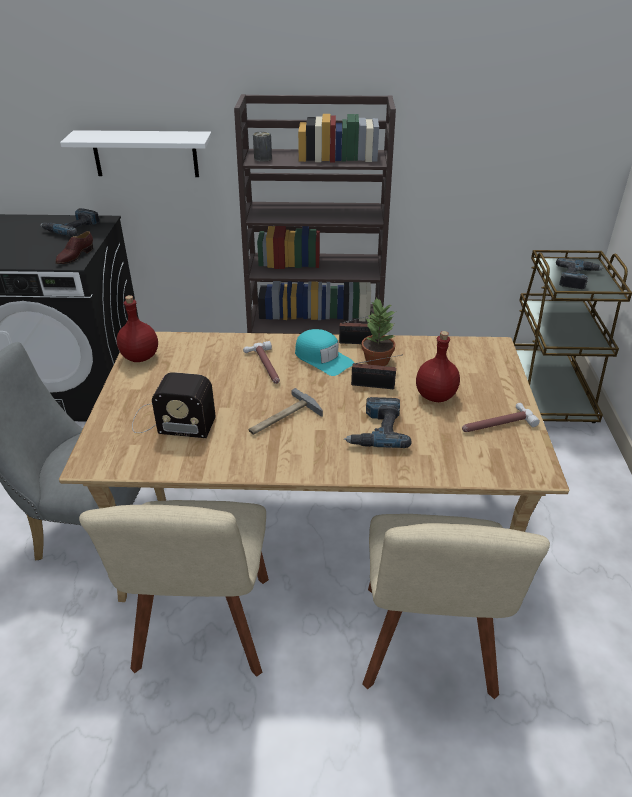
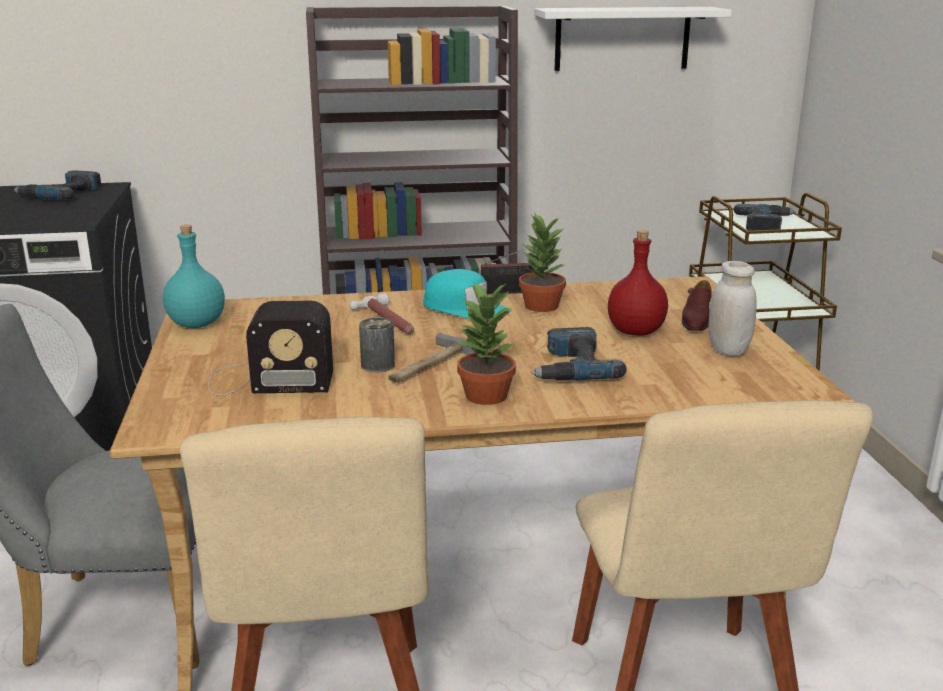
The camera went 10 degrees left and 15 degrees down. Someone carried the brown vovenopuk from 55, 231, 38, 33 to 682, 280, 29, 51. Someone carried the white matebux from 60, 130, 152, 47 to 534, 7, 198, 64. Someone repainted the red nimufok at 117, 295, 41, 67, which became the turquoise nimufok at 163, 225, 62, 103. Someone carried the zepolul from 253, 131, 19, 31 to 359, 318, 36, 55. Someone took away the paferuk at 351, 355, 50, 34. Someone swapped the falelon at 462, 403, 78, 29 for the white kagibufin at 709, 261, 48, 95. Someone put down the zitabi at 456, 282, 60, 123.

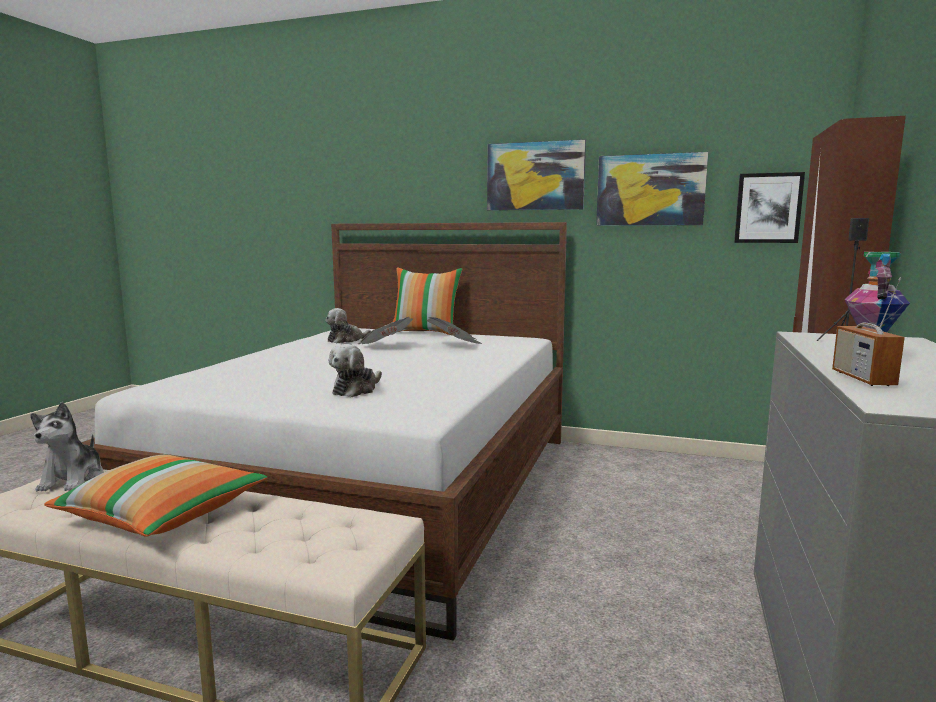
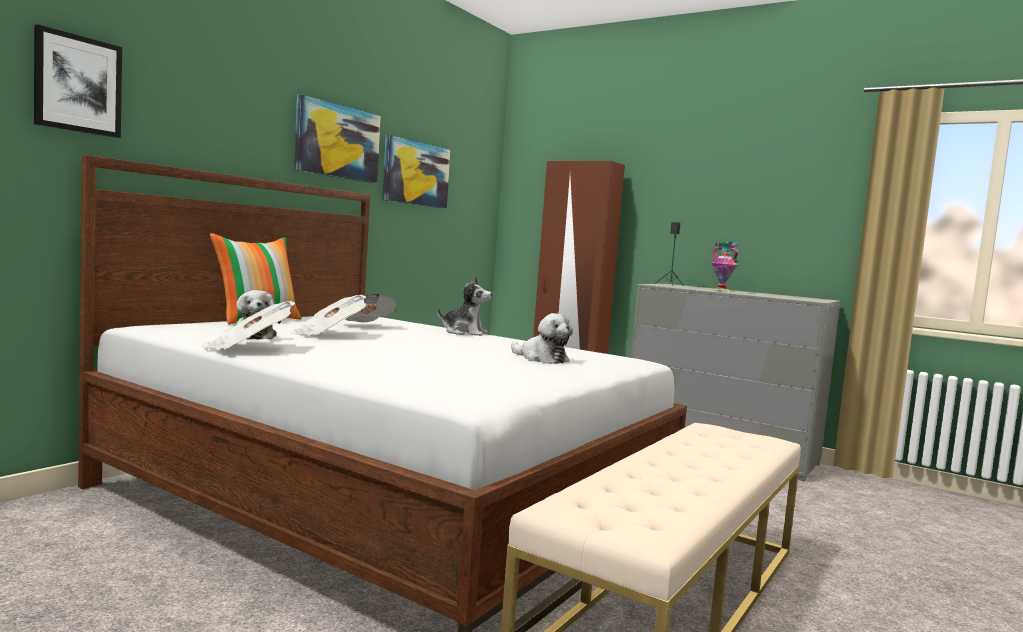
The camera went 75 degrees left and 5 degrees down. Someone carried the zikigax from 31, 402, 73, 89 to 437, 276, 55, 60. Someone took away the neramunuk at 44, 455, 223, 82. Someone carried the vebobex from 734, 172, 71, 71 to 34, 24, 88, 114. Someone took away the paferuk at 832, 278, 73, 108. Someone put down the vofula at 201, 301, 94, 48.

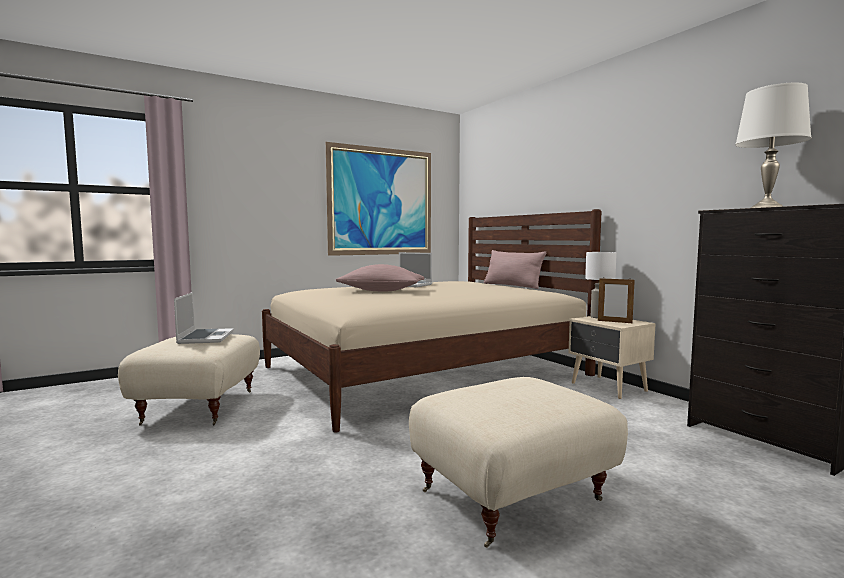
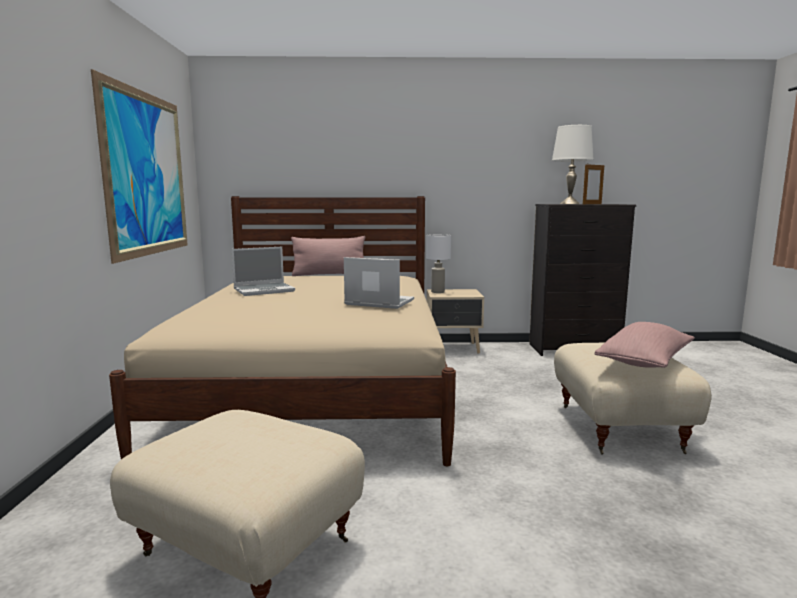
The camera went 60 degrees left and 5 degrees up. Someone carried the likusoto from 174, 292, 60, 52 to 344, 257, 70, 52. Someone carried the pink neramunuk from 336, 264, 88, 27 to 595, 322, 100, 46. Someone carried the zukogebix from 598, 278, 37, 45 to 583, 163, 21, 41.

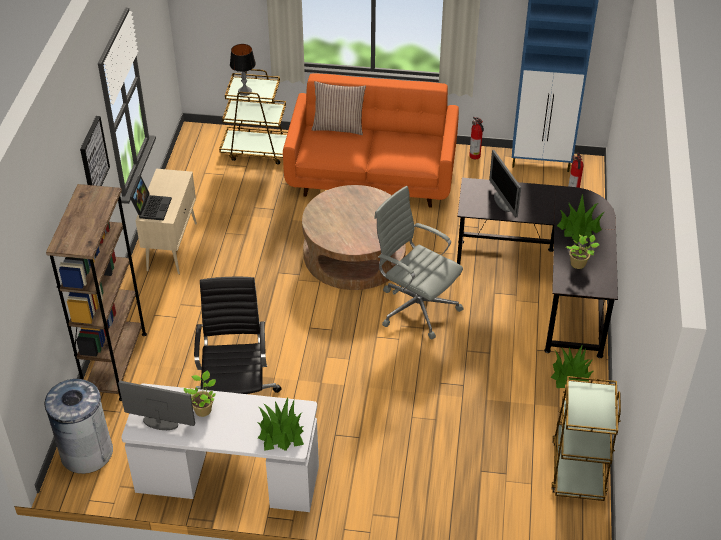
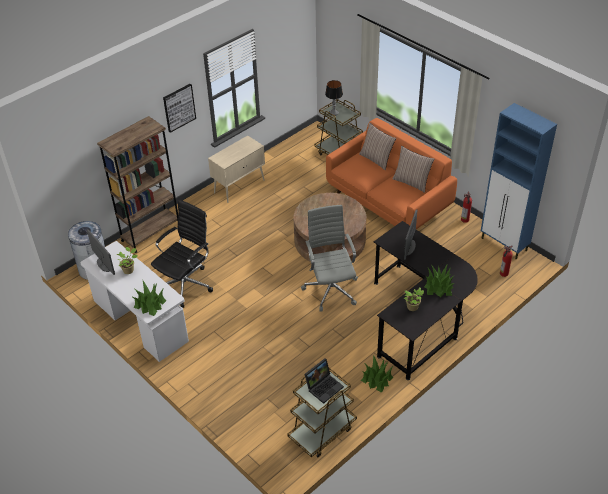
The camera went 40 degrees right and 0 degrees up. Someone carried the likusoto from 130, 176, 42, 45 to 305, 358, 39, 46. Someone put down the neramunuk at 392, 146, 43, 47.

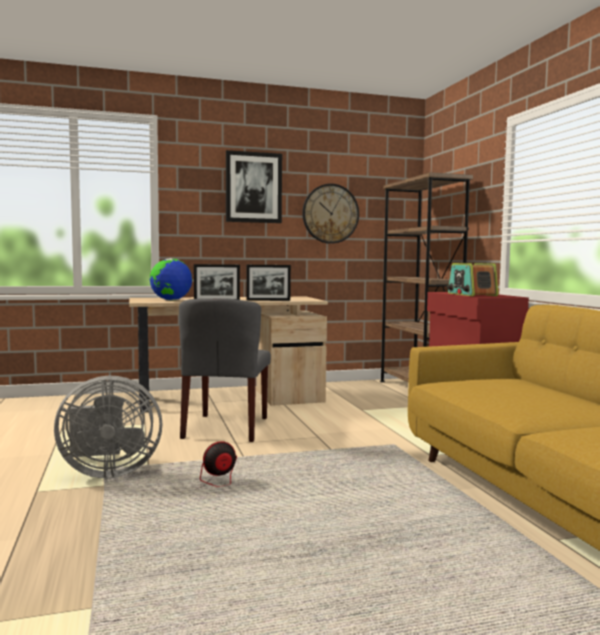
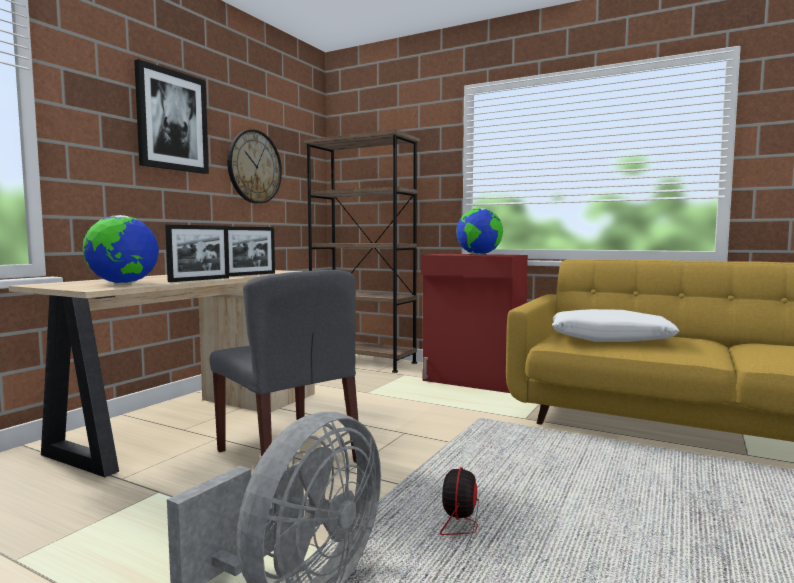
The camera went 45 degrees left and 0 degrees up. Someone swapped the paferuk at 447, 263, 51, 33 for the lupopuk at 456, 208, 47, 47. Someone put down the white neramunuk at 552, 309, 127, 33.

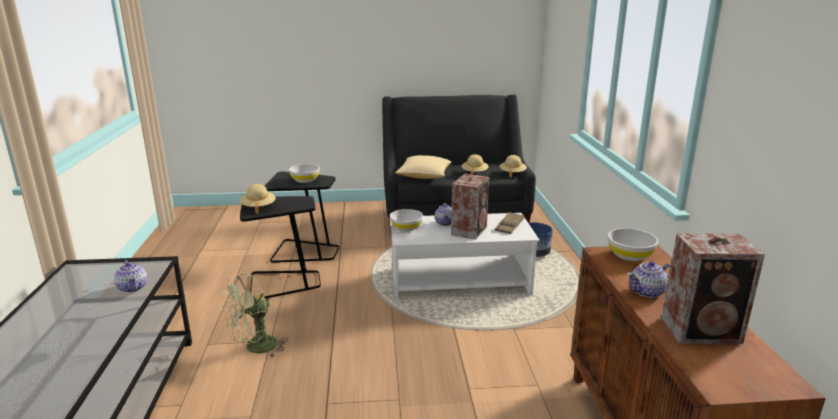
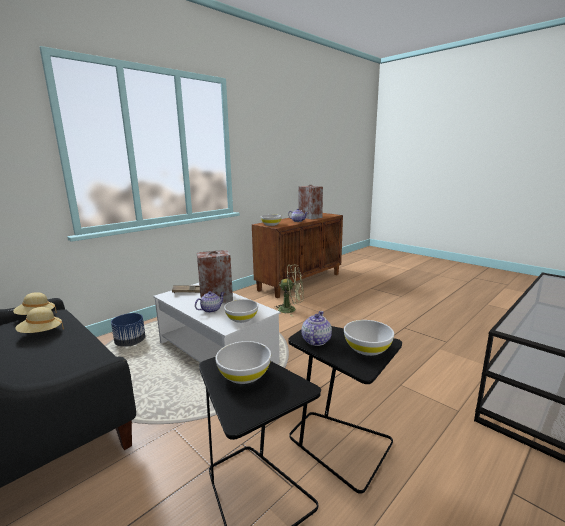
The camera went 130 degrees left and 5 degrees down. Someone carried the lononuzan from 114, 260, 33, 33 to 301, 311, 31, 35. Someone carried the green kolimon from 221, 273, 67, 85 to 273, 264, 30, 53. Someone swapped the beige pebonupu at 240, 184, 36, 30 for the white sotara at 344, 320, 50, 36. Someone took away the neramunuk at 395, 155, 56, 24.

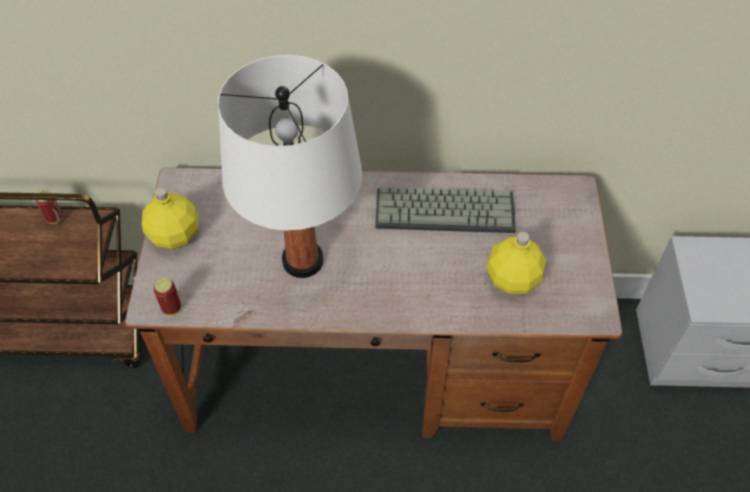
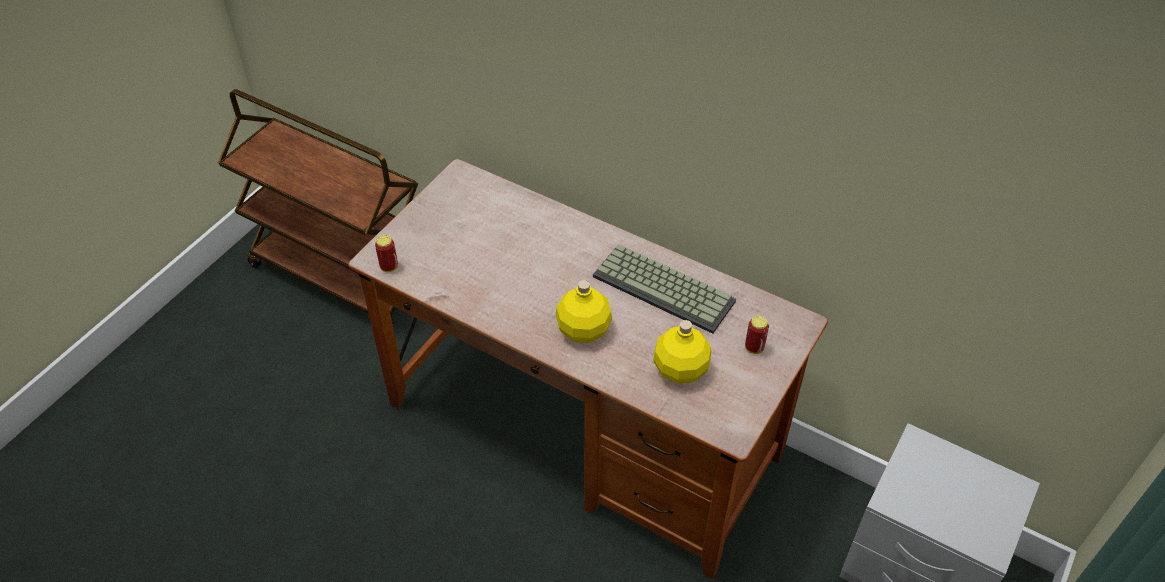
The camera went 30 degrees right and 5 degrees down. Someone carried the zepolul from 36, 190, 27, 34 to 745, 316, 24, 38. Someone carried the yellow nimufok from 142, 187, 56, 62 to 556, 280, 56, 63. Someone took away the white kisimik at 218, 55, 144, 223.

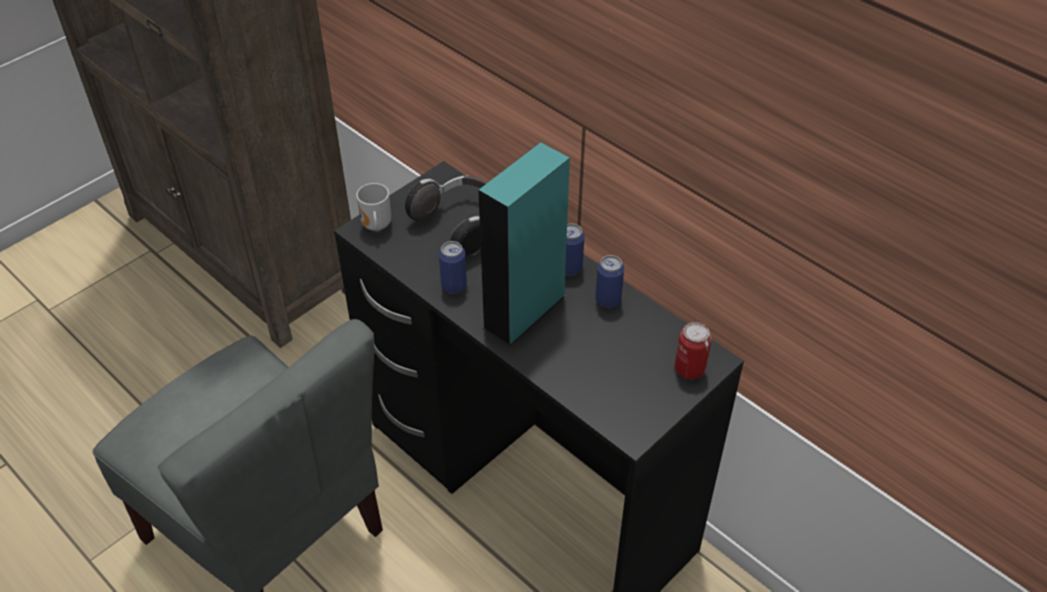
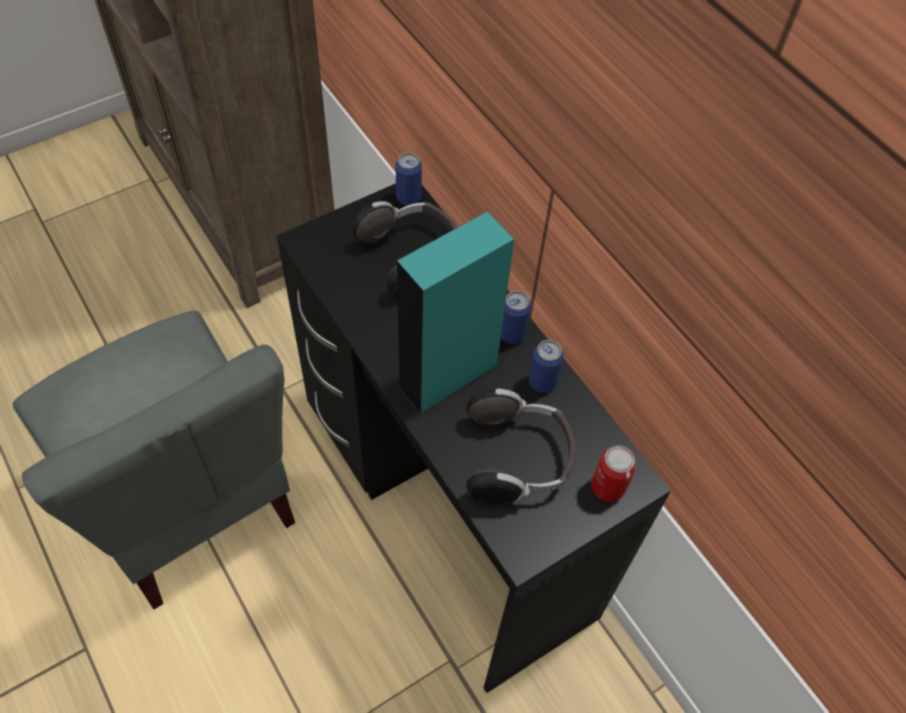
The camera went 10 degrees right and 10 degrees up. Someone took away the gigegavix at 356, 183, 35, 48. Someone carried the zepolul from 439, 241, 28, 53 to 395, 152, 27, 53. Someone put down the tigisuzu at 466, 388, 109, 117.

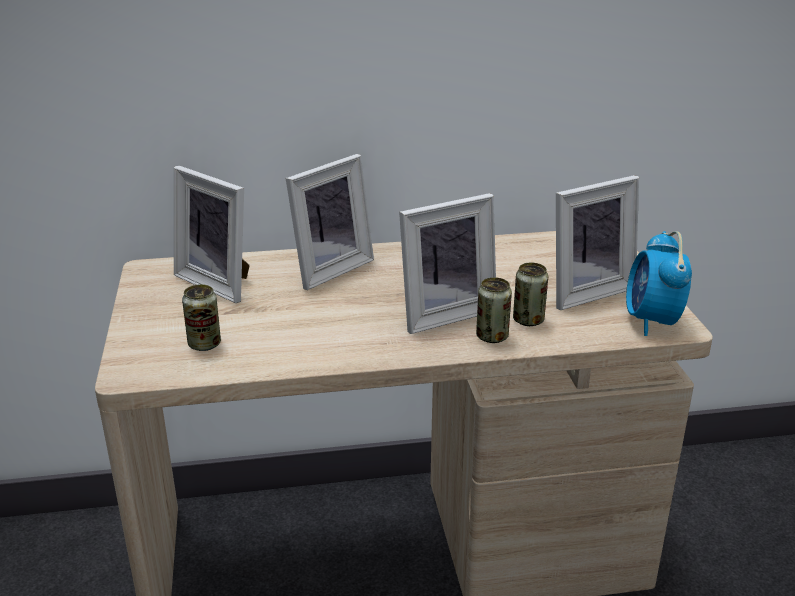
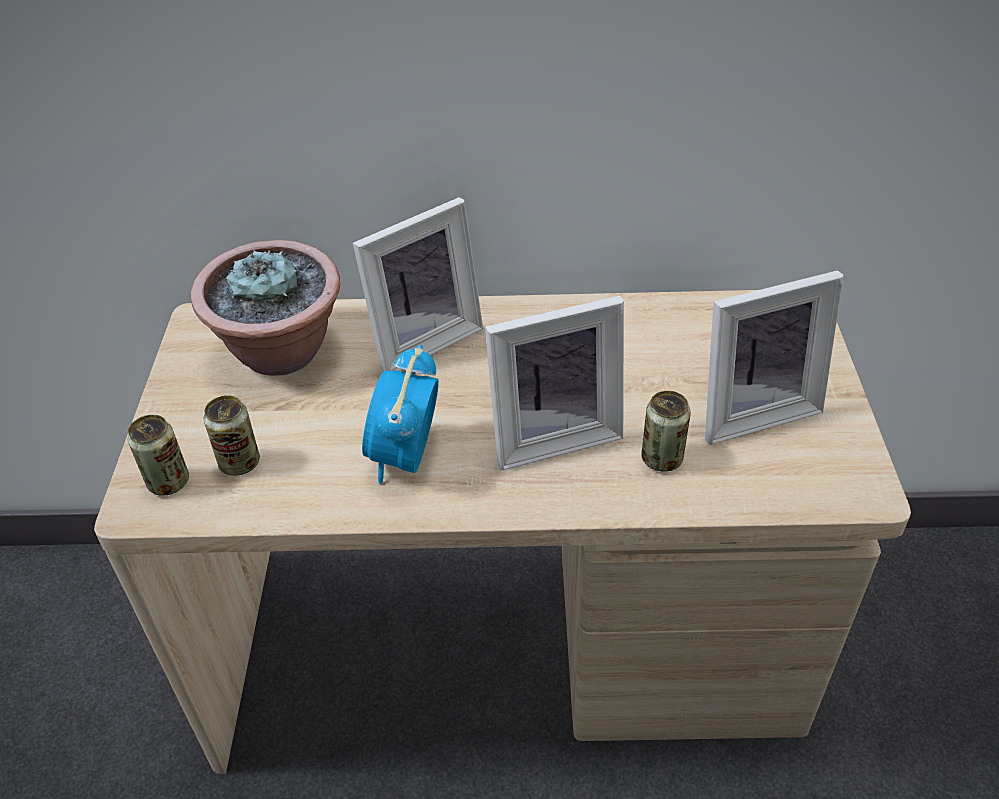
The camera went 10 degrees right and 15 degrees up. Someone swapped the zukogebix at 174, 166, 76, 137 for the zitabi at 191, 240, 149, 136. Someone carried the zepolul from 476, 277, 36, 66 to 128, 415, 61, 81. Someone carried the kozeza from 626, 231, 66, 105 to 362, 345, 77, 139.

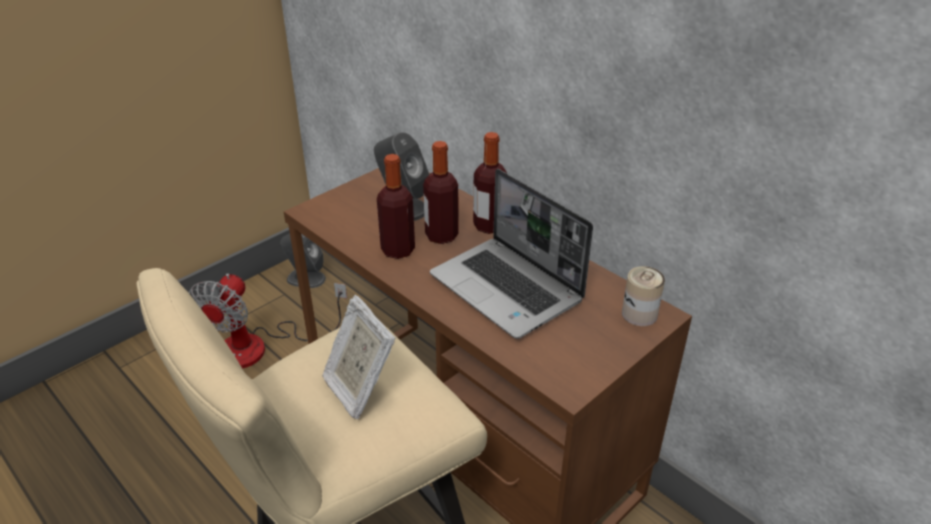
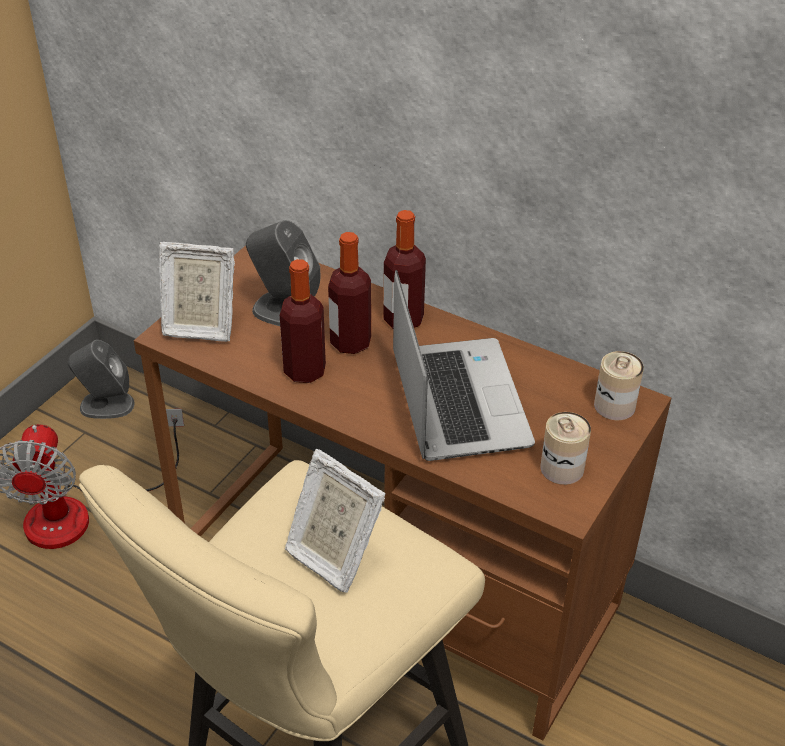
The camera went 15 degrees left and 5 degrees up. Someone rotated the likusoto at 430, 169, 163, 170 by 135 degrees counterclockwise. Someone put down the zukogebix at 159, 242, 76, 100. Someone put down the zepolul at 541, 412, 50, 73.

